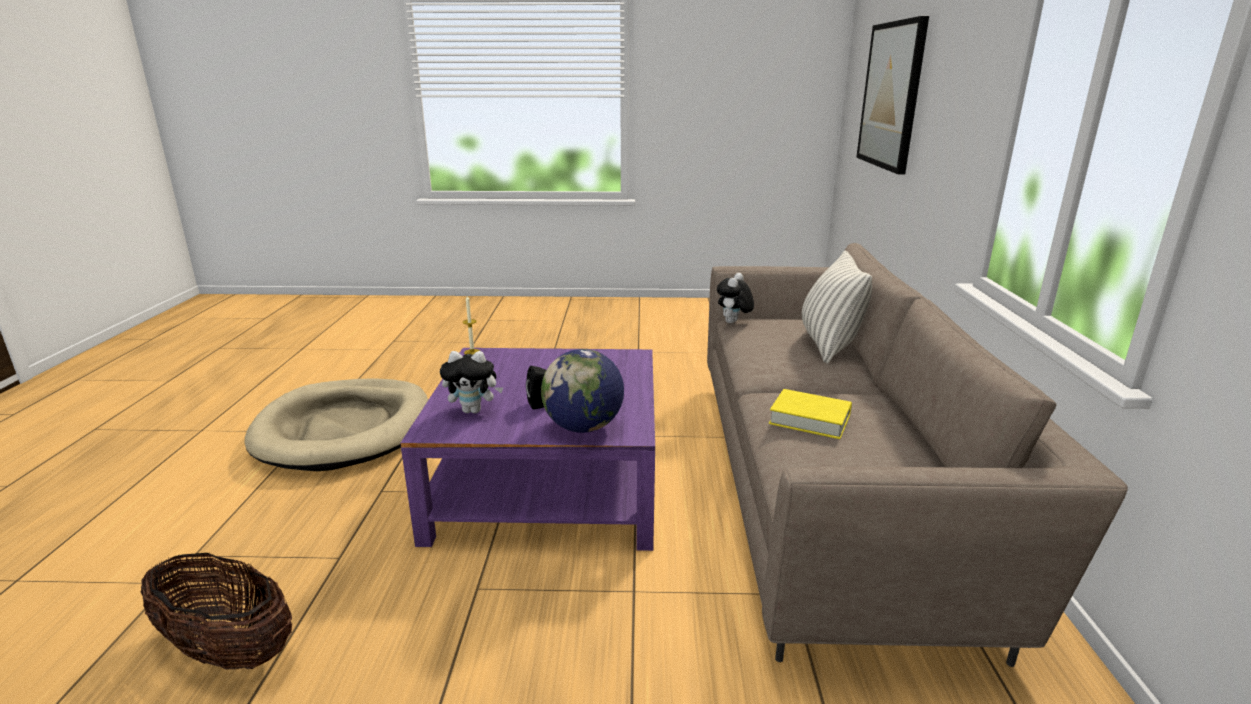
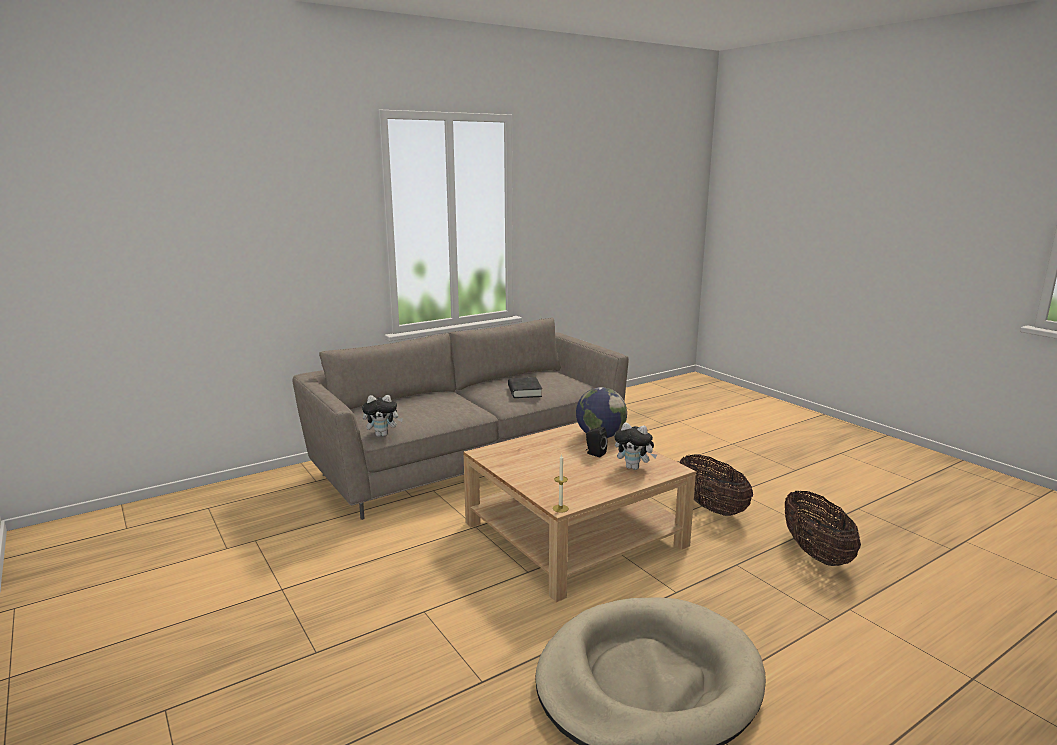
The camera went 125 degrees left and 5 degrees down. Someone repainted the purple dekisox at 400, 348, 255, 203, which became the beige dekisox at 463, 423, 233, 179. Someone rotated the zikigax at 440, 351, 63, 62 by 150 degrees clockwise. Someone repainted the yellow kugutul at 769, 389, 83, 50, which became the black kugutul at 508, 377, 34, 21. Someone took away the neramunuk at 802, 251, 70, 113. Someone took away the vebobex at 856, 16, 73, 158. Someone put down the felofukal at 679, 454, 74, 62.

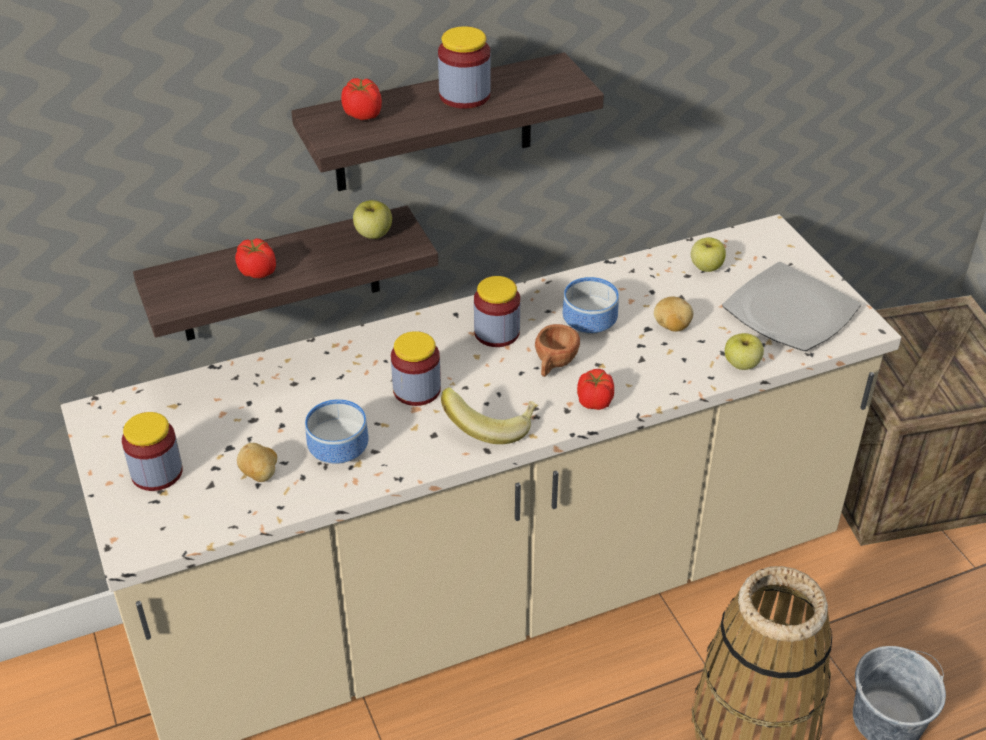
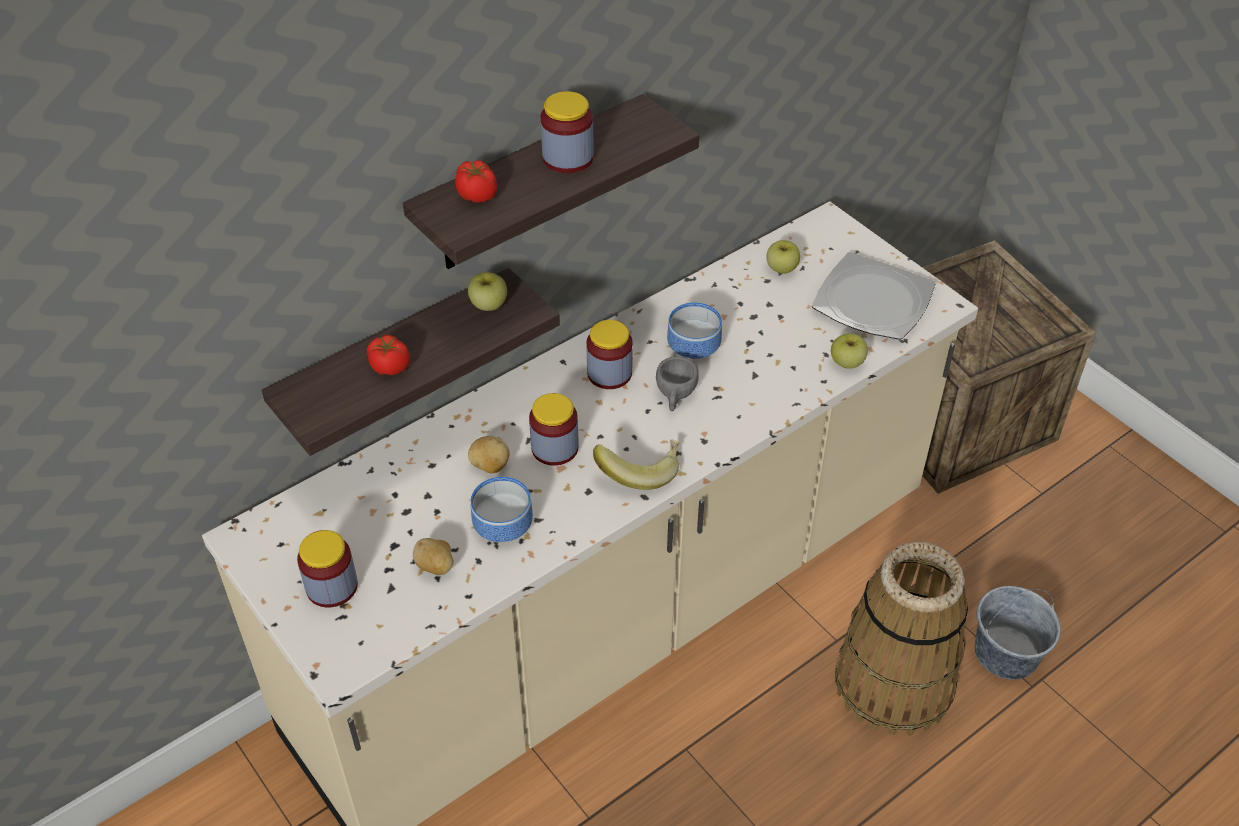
The camera went 15 degrees left and 5 degrees up. Someone repainted the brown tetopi at 535, 324, 45, 53, which became the grey tetopi at 656, 357, 43, 54. Someone took away the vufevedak at 577, 369, 37, 41. Someone carried the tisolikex from 654, 297, 39, 35 to 468, 436, 42, 38.

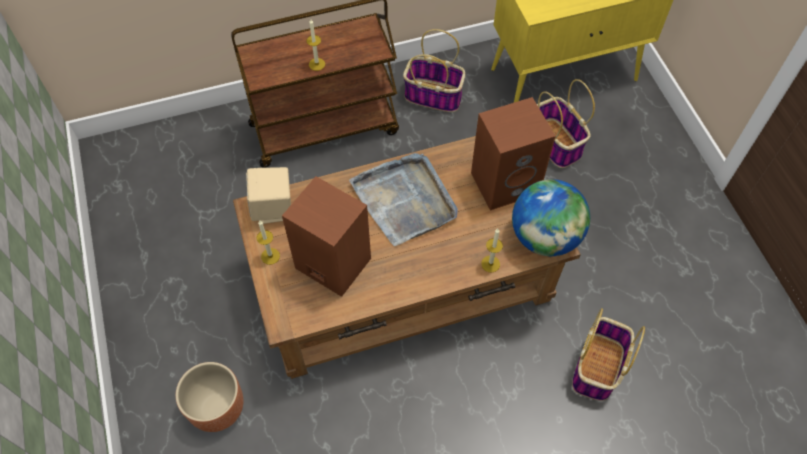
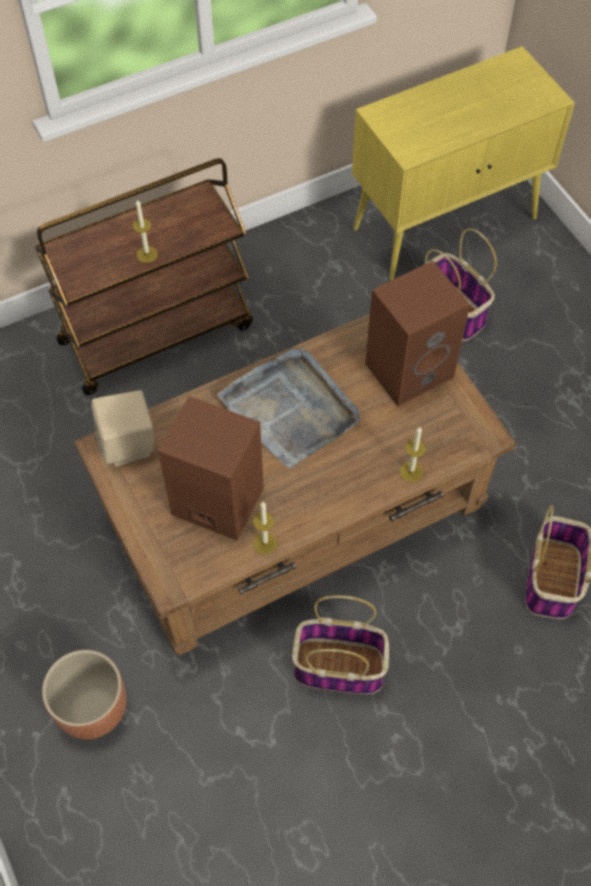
The camera went 10 degrees left and 0 degrees up. Someone carried the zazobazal from 257, 221, 23, 44 to 253, 502, 24, 53. Someone carried the felofukal from 403, 29, 62, 83 to 292, 595, 97, 99. Someone took away the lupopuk at 512, 179, 78, 77.

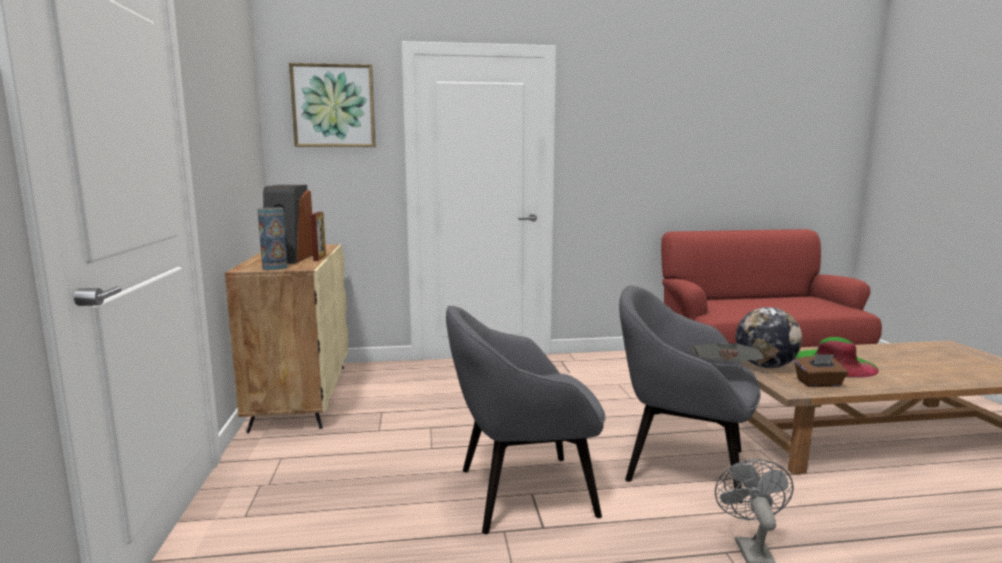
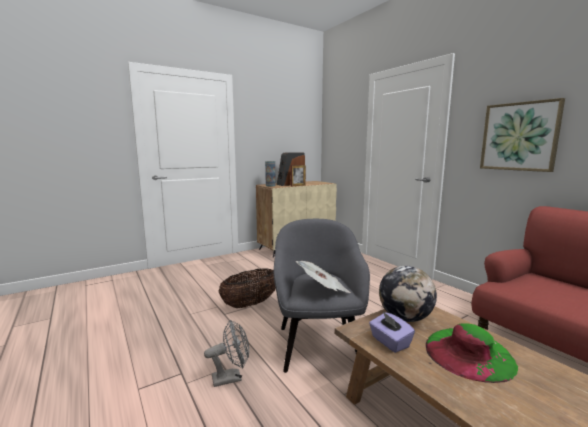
The camera went 65 degrees right and 0 degrees up. Someone carried the vebobex from 289, 63, 87, 84 to 480, 98, 85, 74. Someone swapped the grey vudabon at 446, 306, 160, 228 for the felofukal at 219, 268, 57, 40. Someone repainted the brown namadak at 795, 354, 53, 33, which became the purple namadak at 369, 312, 46, 41.

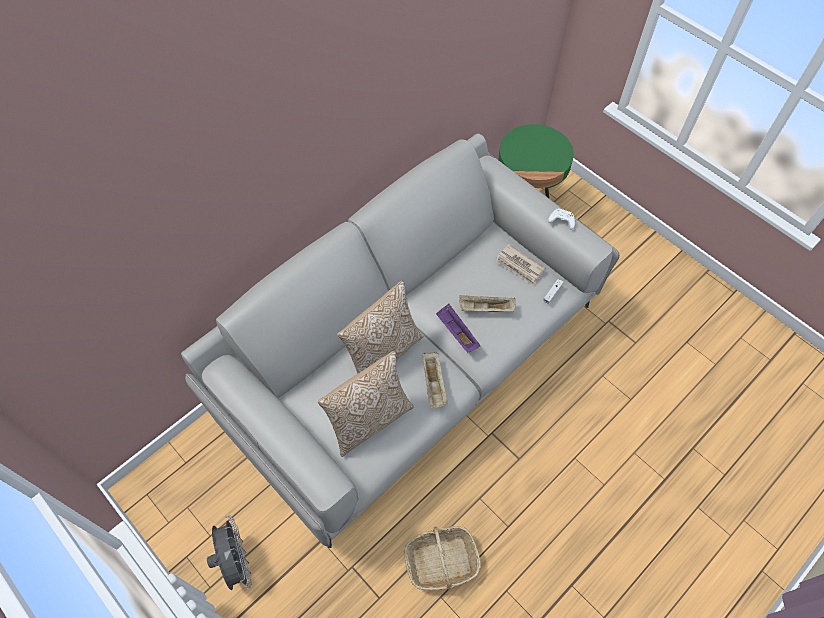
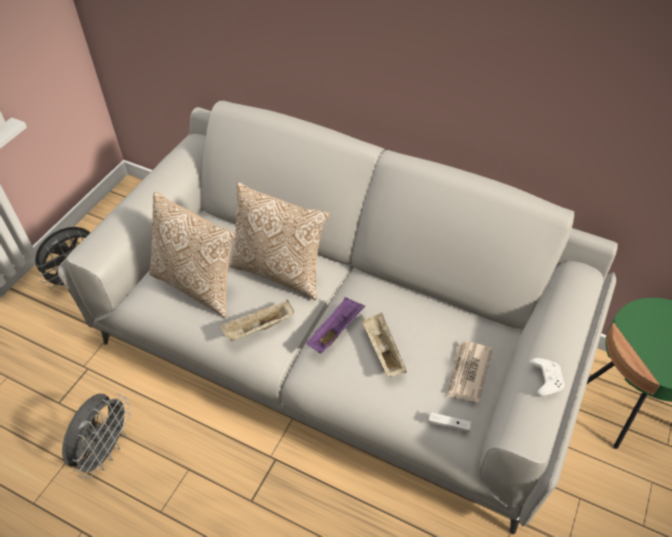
The camera went 70 degrees right and 10 degrees down. Someone swapped the felofukal at 404, 526, 77, 64 for the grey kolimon at 62, 394, 69, 85.

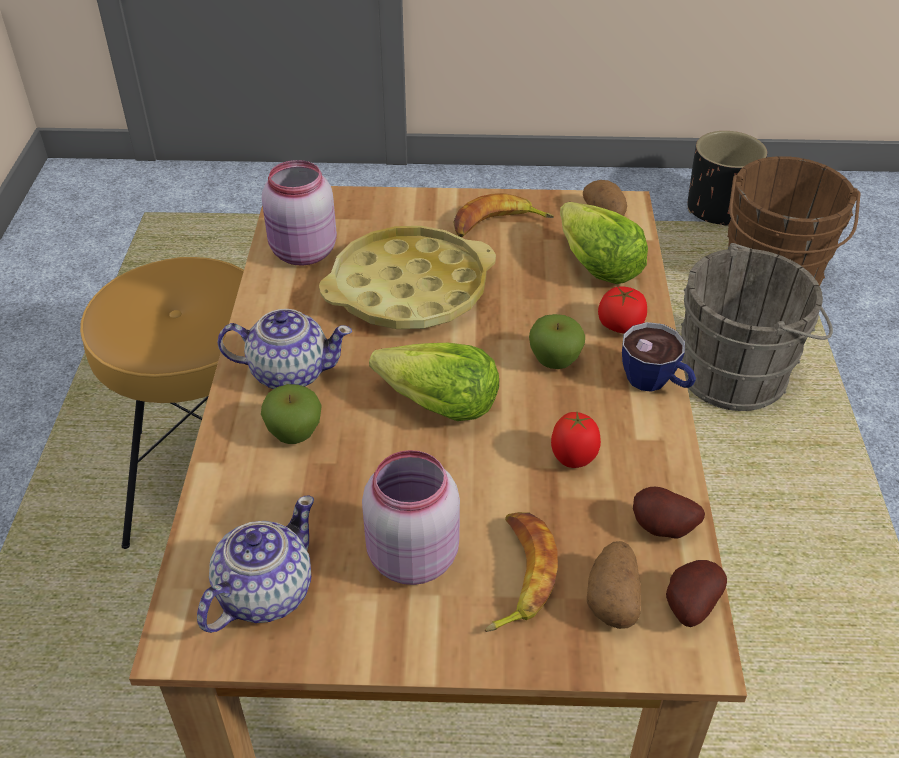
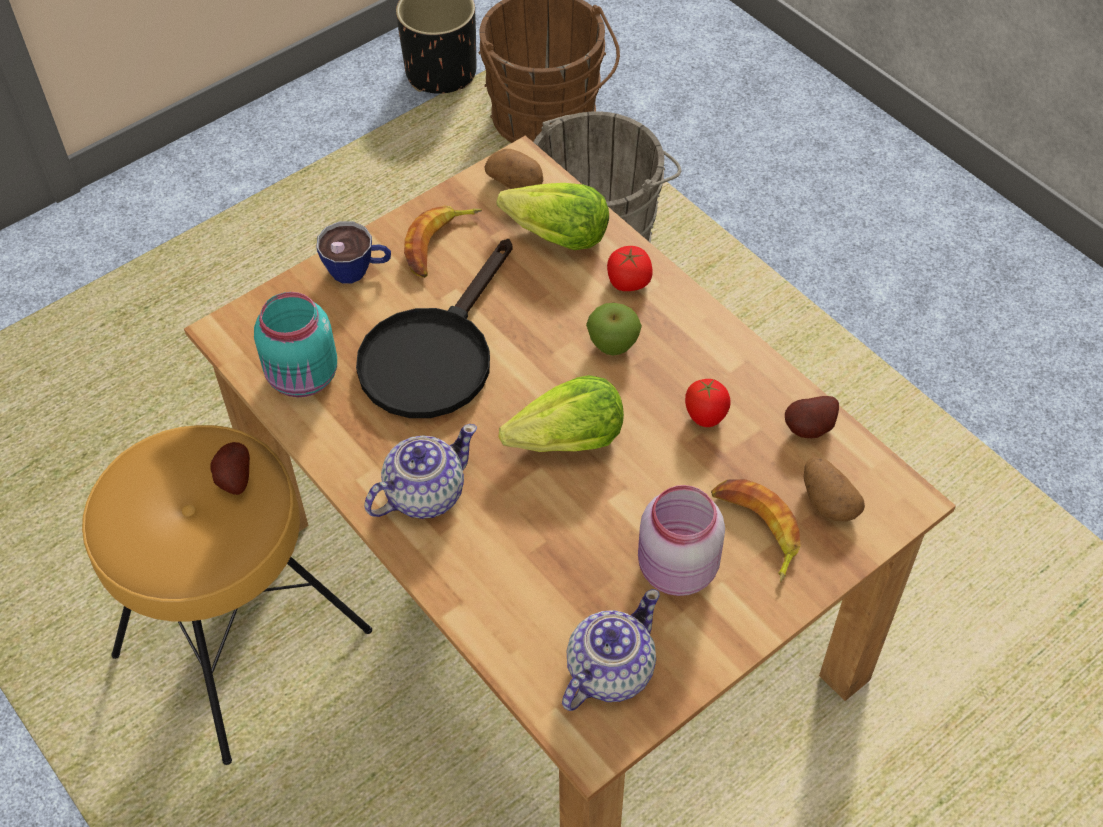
The camera went 40 degrees left and 10 degrees up. Someone rotated the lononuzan at 197, 495, 117, 138 by 45 degrees clockwise. Someone took away the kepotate at 261, 384, 61, 60. Someone repainted the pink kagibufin at 262, 160, 75, 106, which became the turquoise kagibufin at 254, 292, 83, 105. Someone swapped the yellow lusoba at 319, 226, 177, 103 for the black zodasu at 356, 239, 157, 179. Someone carried the tetopi from 622, 322, 74, 70 to 316, 221, 75, 62. Someone carried the tisolikex from 666, 560, 61, 67 to 210, 442, 40, 53.

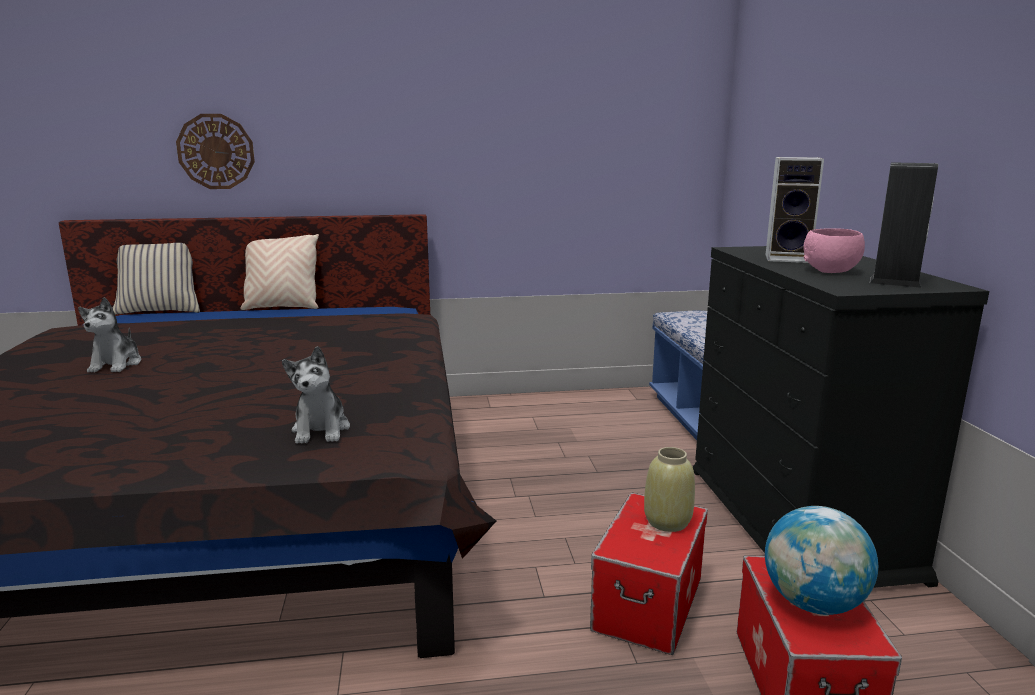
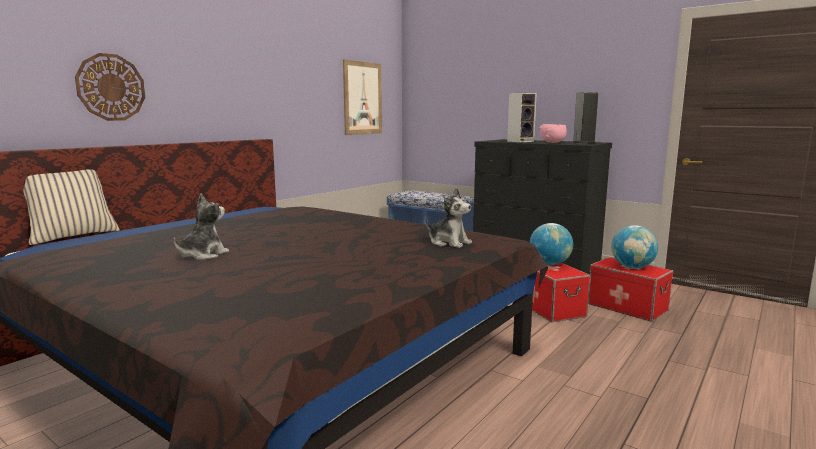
The camera went 45 degrees left and 5 degrees down. Someone rotated the zikigax at 78, 297, 63, 76 by 105 degrees counterclockwise. Someone took away the beige neramunuk at 240, 234, 79, 76. Someone swapped the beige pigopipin at 644, 447, 51, 85 for the lupopuk at 530, 223, 43, 42. Someone put up the vebobex at 343, 60, 39, 75.

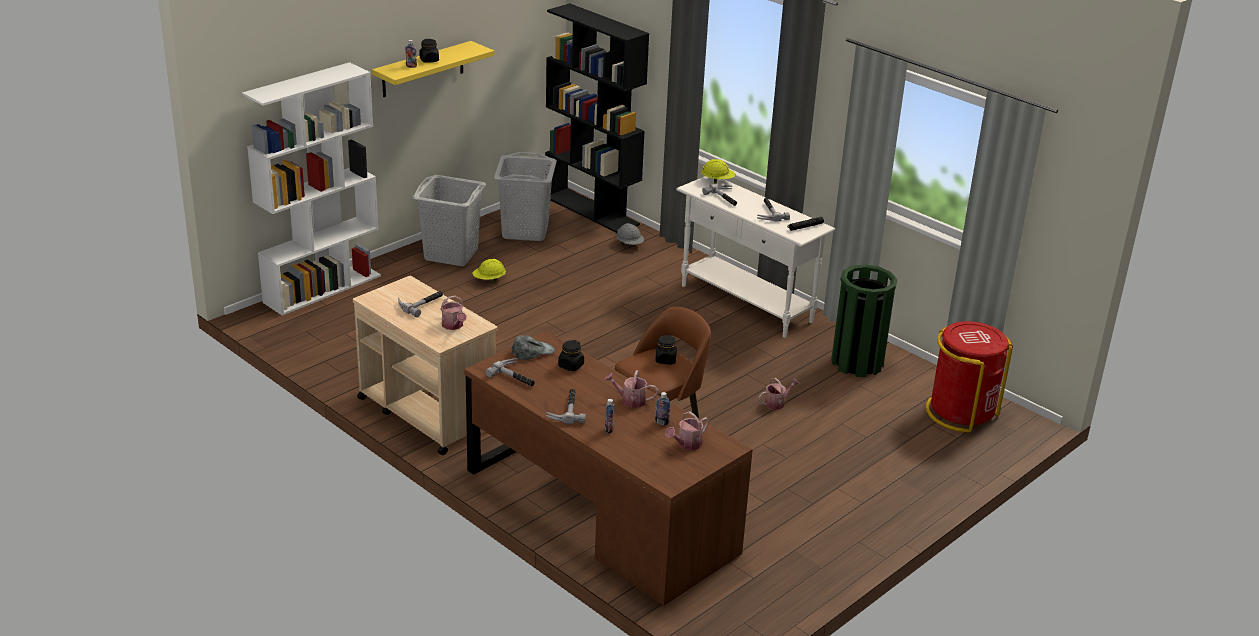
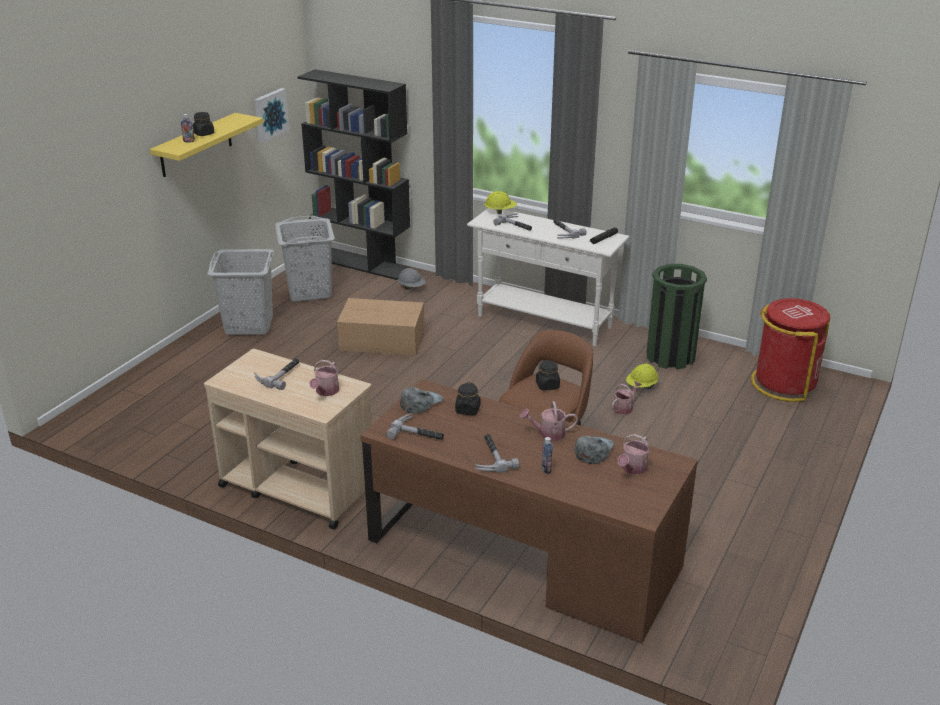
The camera went 15 degrees left and 0 degrees up. Someone took away the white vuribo at 242, 62, 139, 253. Someone rotated the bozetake at 440, 296, 27, 34 by 60 degrees clockwise. Someone carried the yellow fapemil from 472, 259, 34, 24 to 626, 364, 33, 25. Someone swapped the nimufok at 655, 392, 15, 33 for the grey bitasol at 574, 436, 41, 28. Someone put up the vebobex at 254, 88, 35, 55. Someone put down the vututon at 337, 298, 87, 58.

